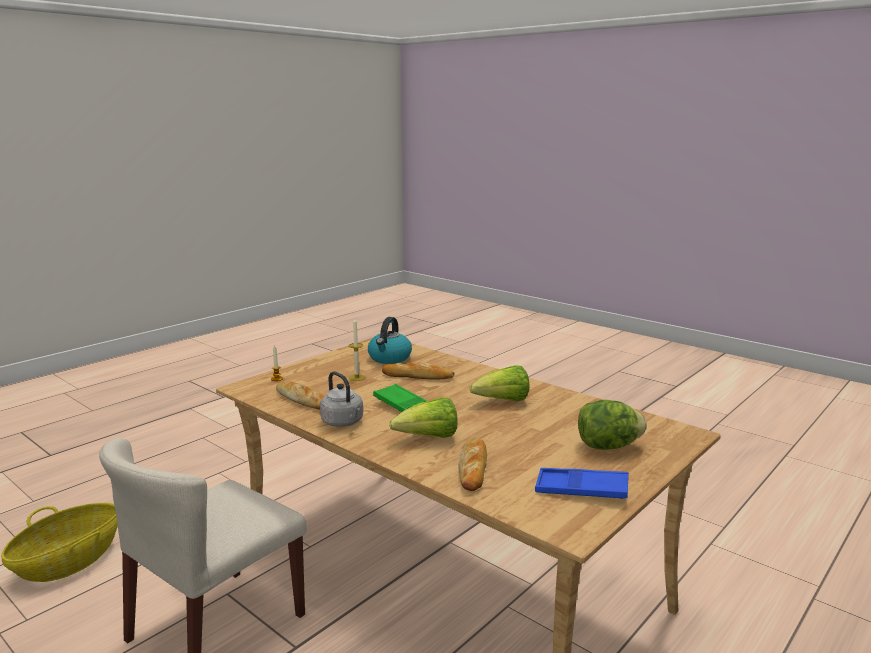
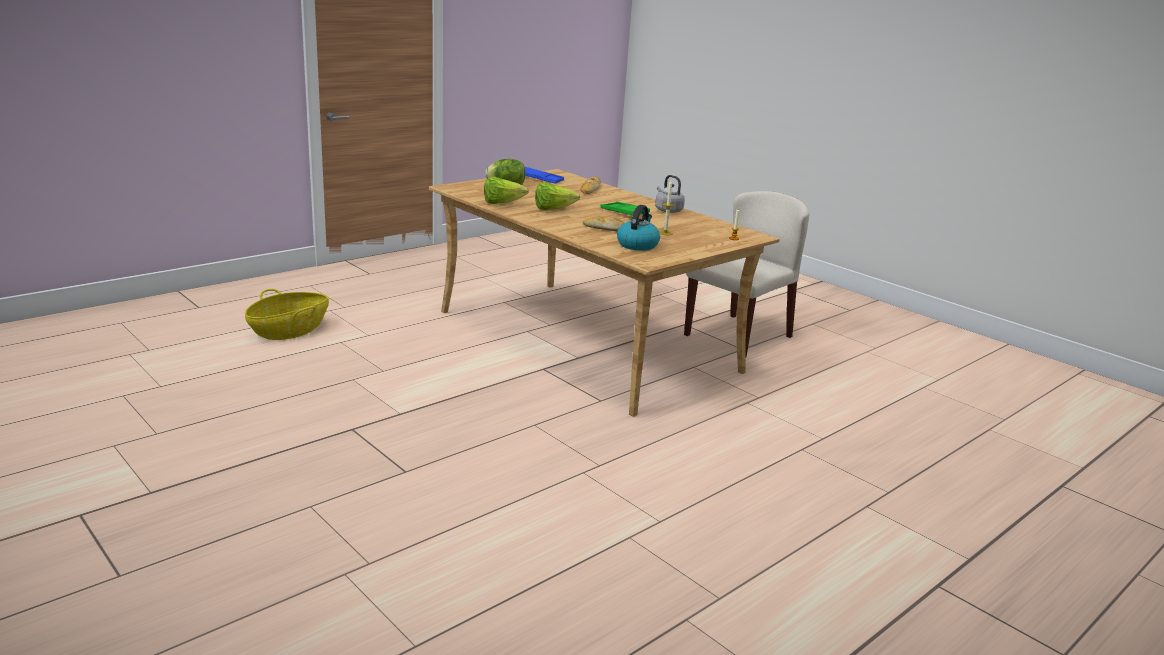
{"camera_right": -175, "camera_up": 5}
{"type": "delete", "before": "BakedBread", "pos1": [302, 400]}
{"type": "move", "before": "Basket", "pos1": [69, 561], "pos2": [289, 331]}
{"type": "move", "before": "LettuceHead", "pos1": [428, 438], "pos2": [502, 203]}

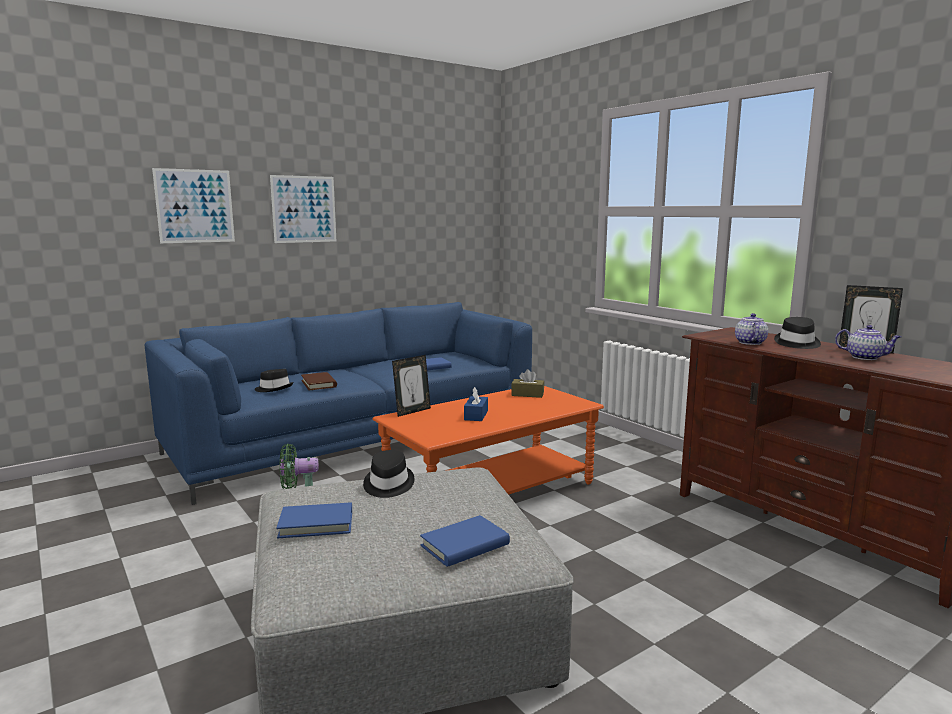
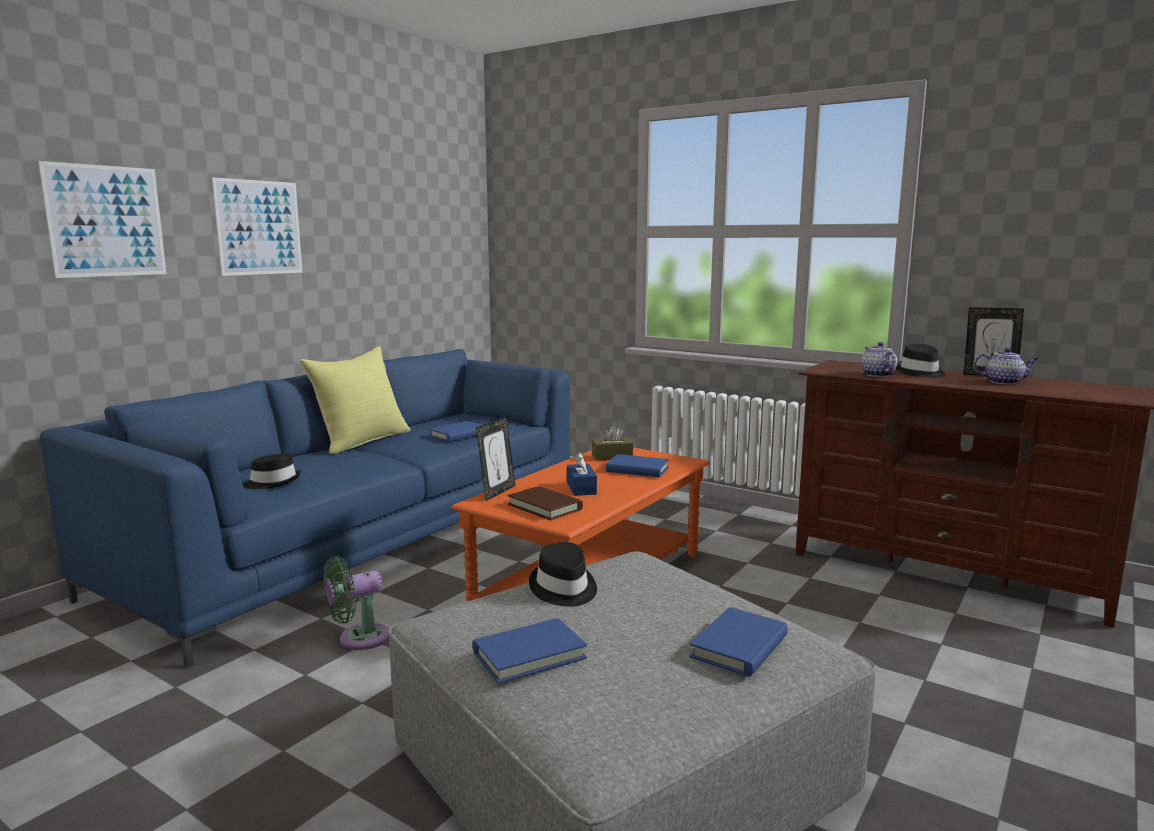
{"camera_right": -20, "camera_up": 0}
{"type": "insert", "after": "YellowColouredPillow", "pos2": [361, 441]}
{"type": "insert", "after": "BlueBook", "pos2": [637, 470]}
{"type": "move", "before": "BrownBook", "pos1": [319, 384], "pos2": [545, 507]}

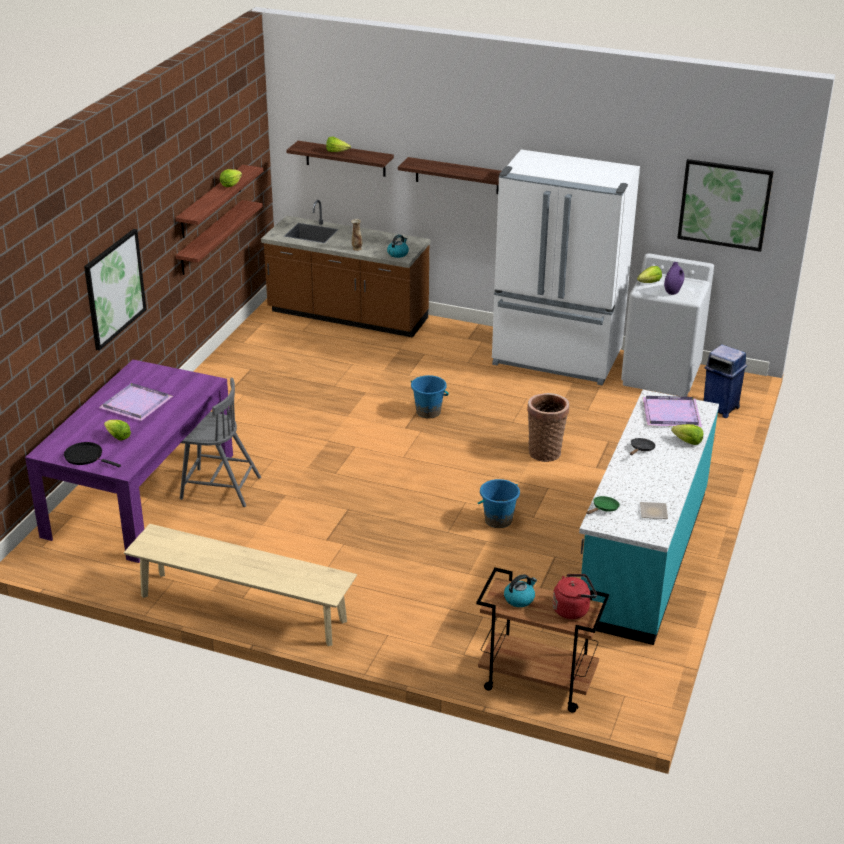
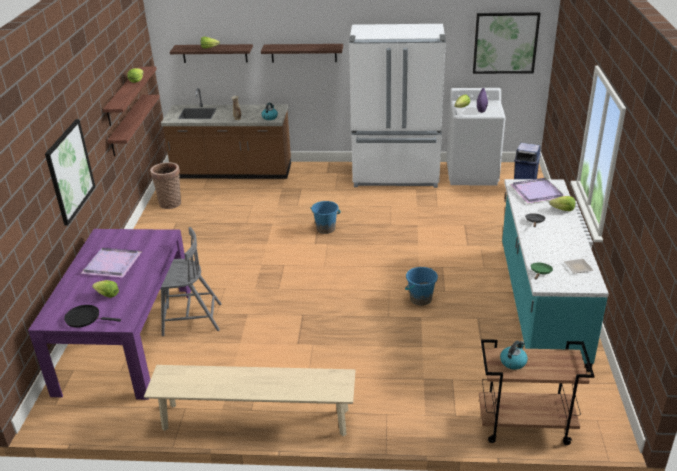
{"camera_right": -15, "camera_up": 0}
{"type": "delete", "before": "ReddishWaterKettle", "pos1": [573, 609]}
{"type": "move", "before": "Basket", "pos1": [545, 451], "pos2": [170, 202]}

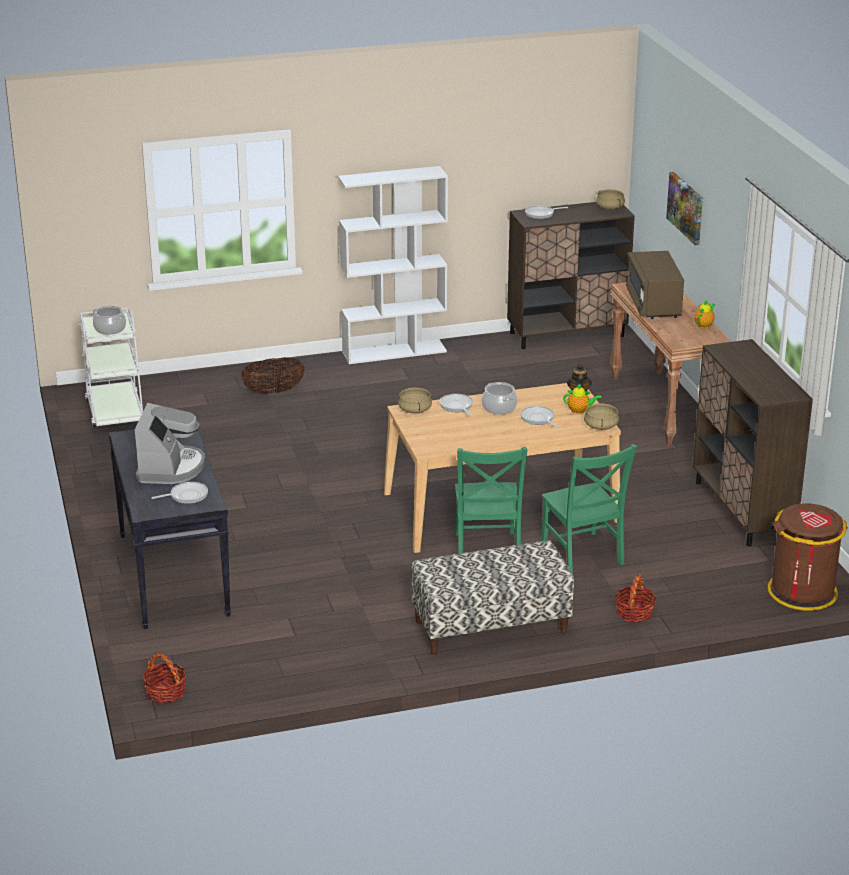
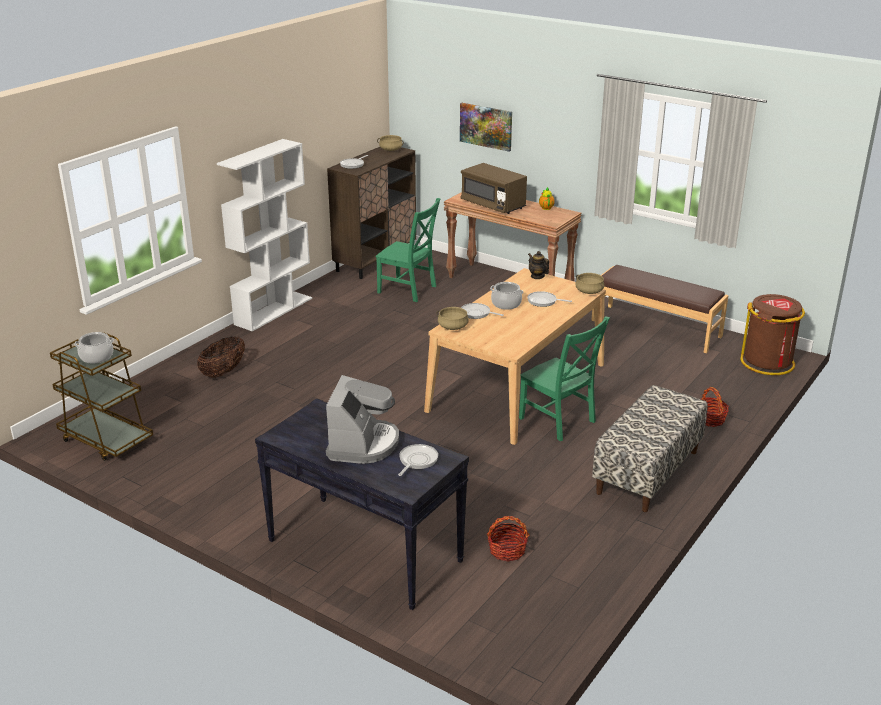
{"camera_right": -40, "camera_up": 0}
{"type": "delete", "before": "PotForTea", "pos1": [580, 411]}
{"type": "move", "before": "Basket", "pos1": [165, 692], "pos2": [507, 550]}
{"type": "move", "before": "GreenPlainChair", "pos1": [583, 556], "pos2": [409, 290]}
{"type": "replace", "before": "BrownCabinet", "after": "BrownBench", "pos1": [742, 510], "pos2": [656, 328]}
{"type": "recolor", "before": "WhiteColouredCart", "after": "BrownCart", "pos1": [115, 412], "pos2": [106, 440]}
{"type": "rotate", "before": "CoffeeBrewer", "pos1": [170, 468], "pos2": [363, 444], "turn": 45}

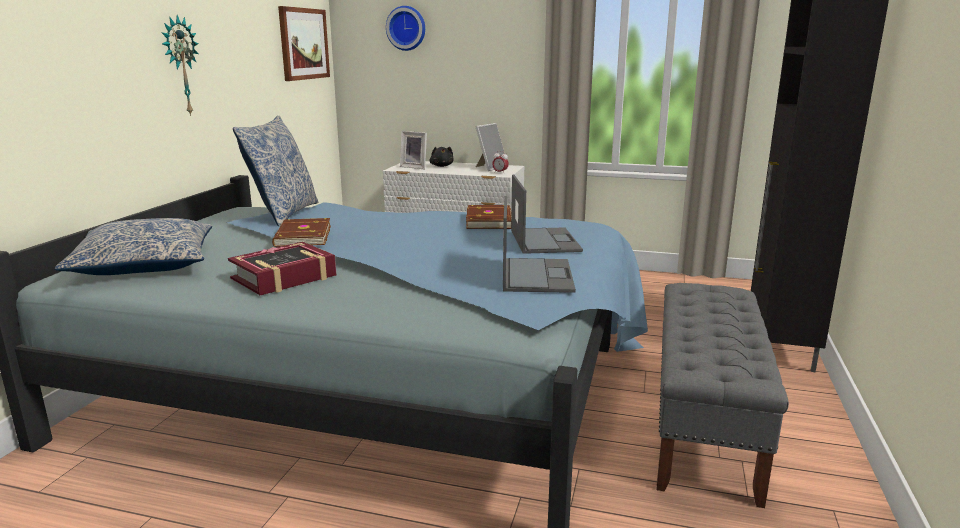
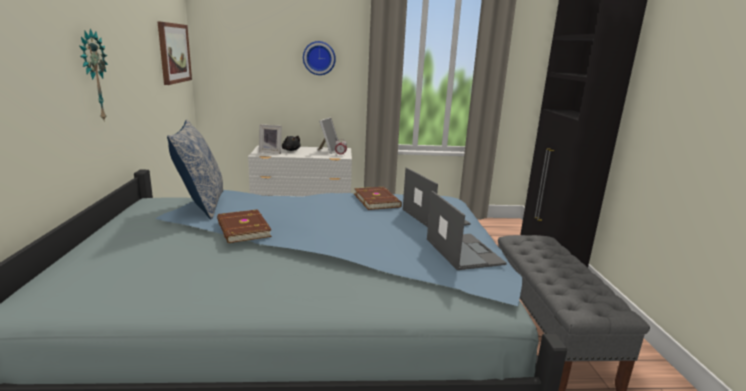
{"camera_right": -20, "camera_up": 0}
{"type": "delete", "before": "Pillow", "pos1": [145, 263]}
{"type": "delete", "before": "Book", "pos1": [284, 277]}
{"type": "move", "before": "HangingClock", "pos1": [406, 28], "pos2": [319, 58]}

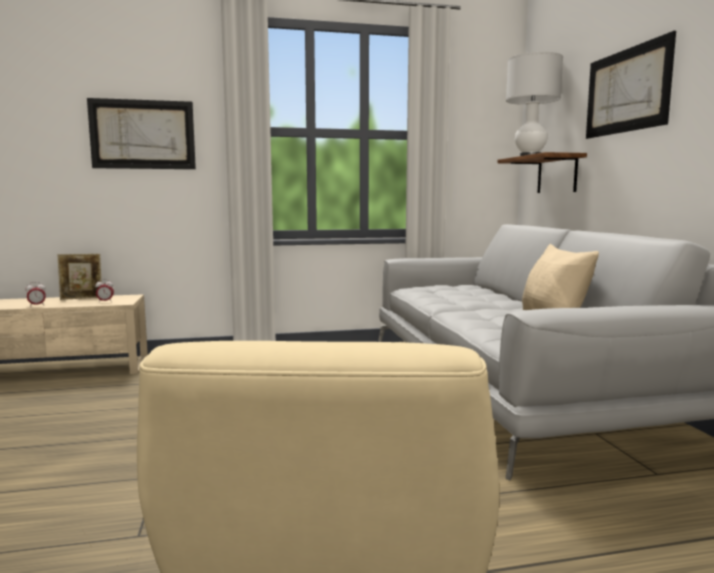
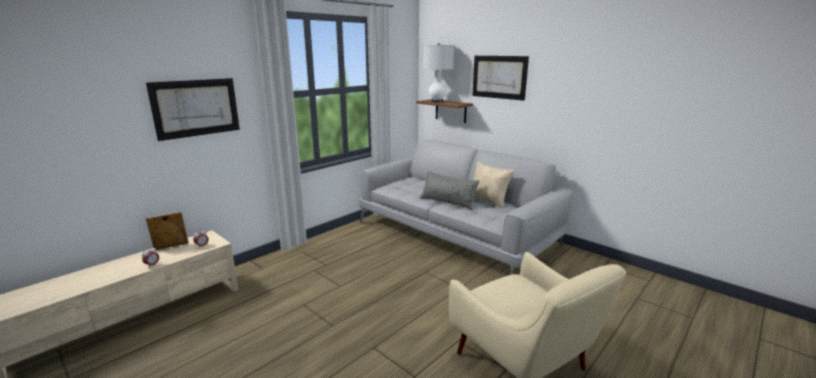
{"camera_right": -35, "camera_up": 10}
{"type": "insert", "after": "GreyPillow", "pos2": [448, 201]}
{"type": "rotate", "before": "PhotoFrame", "pos1": [82, 298], "pos2": [171, 247], "turn": -150}

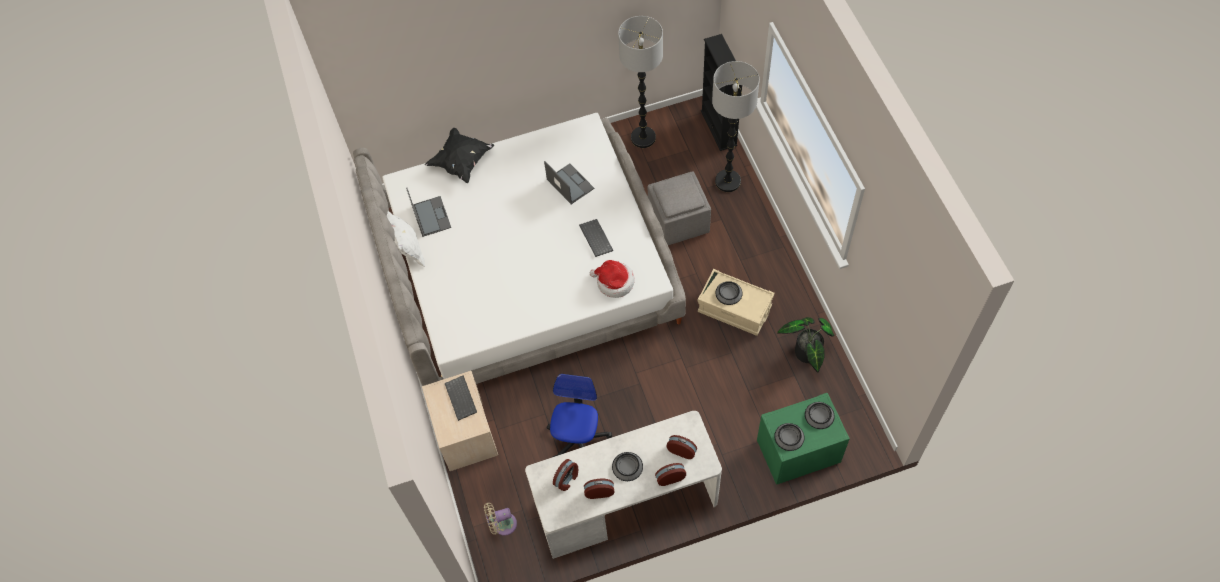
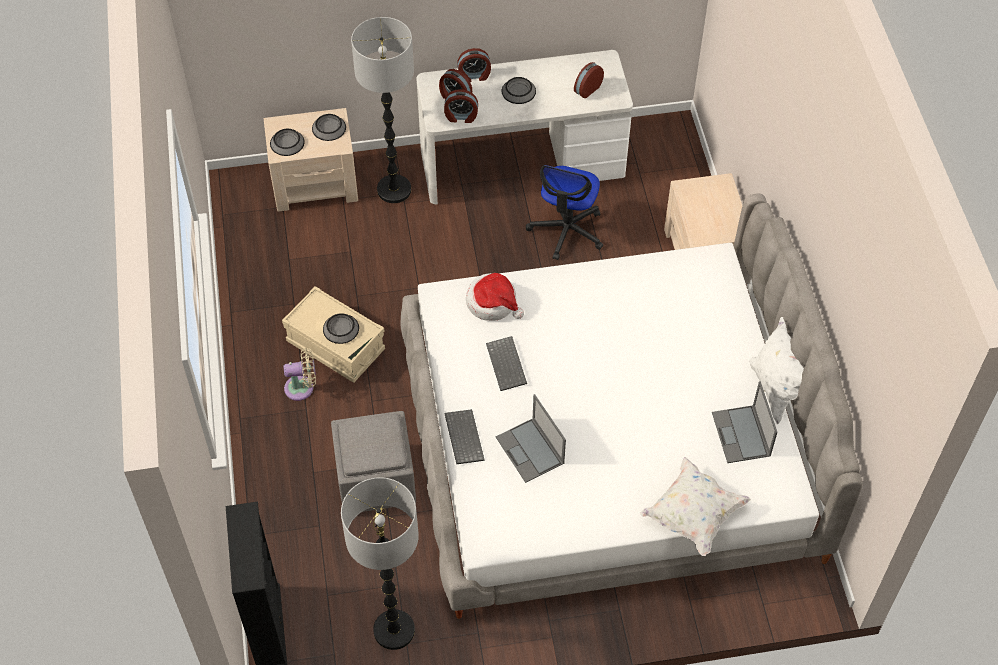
{"camera_right": -175, "camera_up": -5}
{"type": "delete", "before": "PottedPlant", "pos1": [806, 354]}
{"type": "move", "before": "PcKeyboard", "pos1": [462, 398], "pos2": [463, 437]}
{"type": "move", "before": "BeigeFan", "pos1": [502, 524], "pos2": [302, 388]}
{"type": "move", "before": "AlarmClock", "pos1": [599, 491], "pos2": [461, 117]}
{"type": "move", "before": "StandingLamp", "pos1": [728, 181], "pos2": [394, 190]}
{"type": "recolor", "before": "BlackColouredPillow", "after": "WhiteColouredPillow", "pos1": [461, 161], "pos2": [693, 515]}
{"type": "recolor", "before": "GreenNightTable", "after": "BeigeNightTable", "pos1": [797, 451], "pos2": [315, 183]}

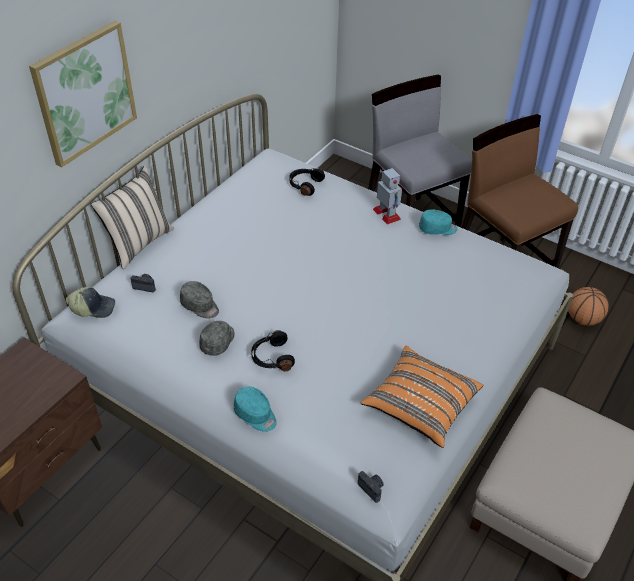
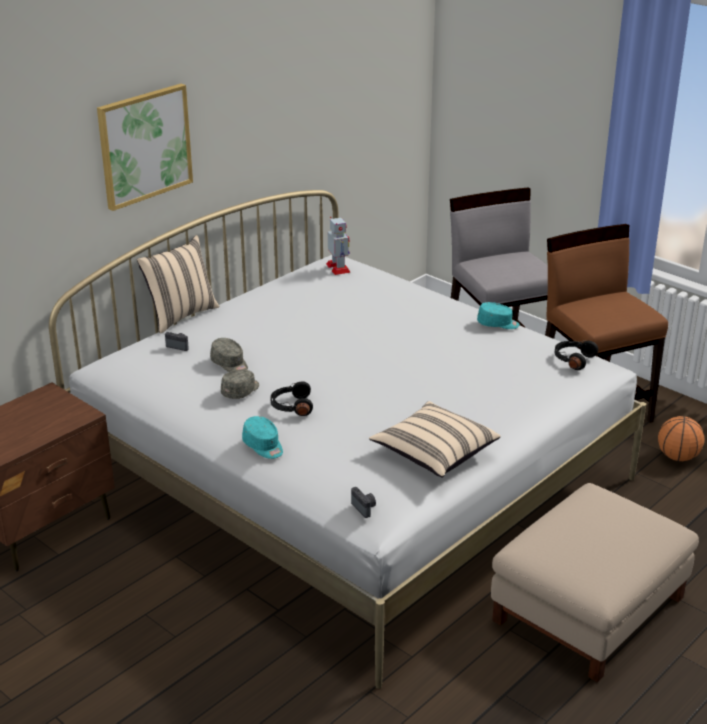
{"camera_right": 10, "camera_up": -15}
{"type": "delete", "before": "BaseballCap", "pos1": [93, 307]}
{"type": "move", "before": "BlackColouredHeadset", "pos1": [305, 185], "pos2": [573, 359]}
{"type": "move", "before": "ToyRobot", "pos1": [387, 214], "pos2": [338, 268]}
{"type": "recolor", "before": "OrangePillow", "after": "BeigePillow", "pos1": [420, 405], "pos2": [434, 453]}

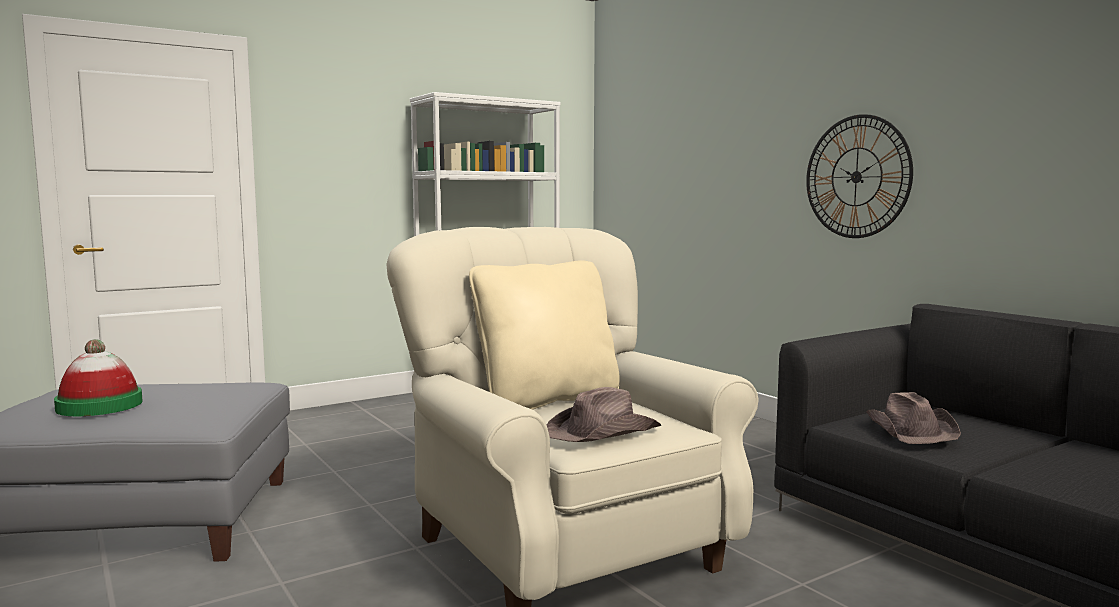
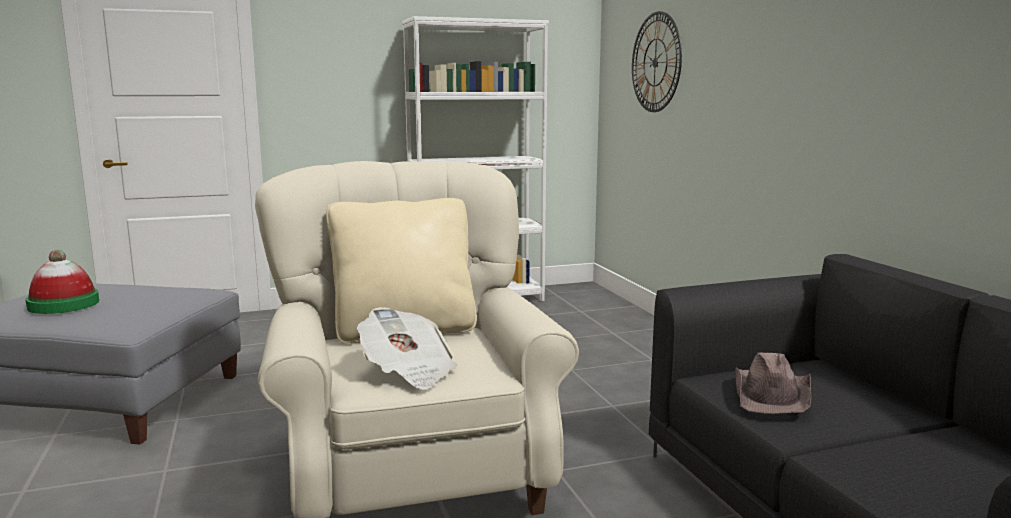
{"camera_right": 15, "camera_up": 5}
{"type": "move", "before": "HangingClock", "pos1": [856, 177], "pos2": [655, 62]}
{"type": "replace", "before": "BrownHat", "after": "Newspaper", "pos1": [603, 432], "pos2": [408, 372]}

